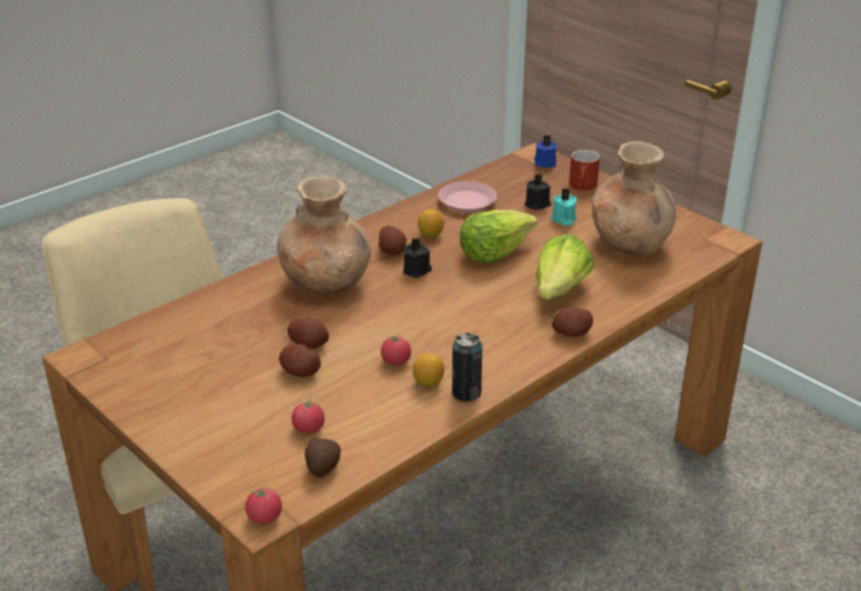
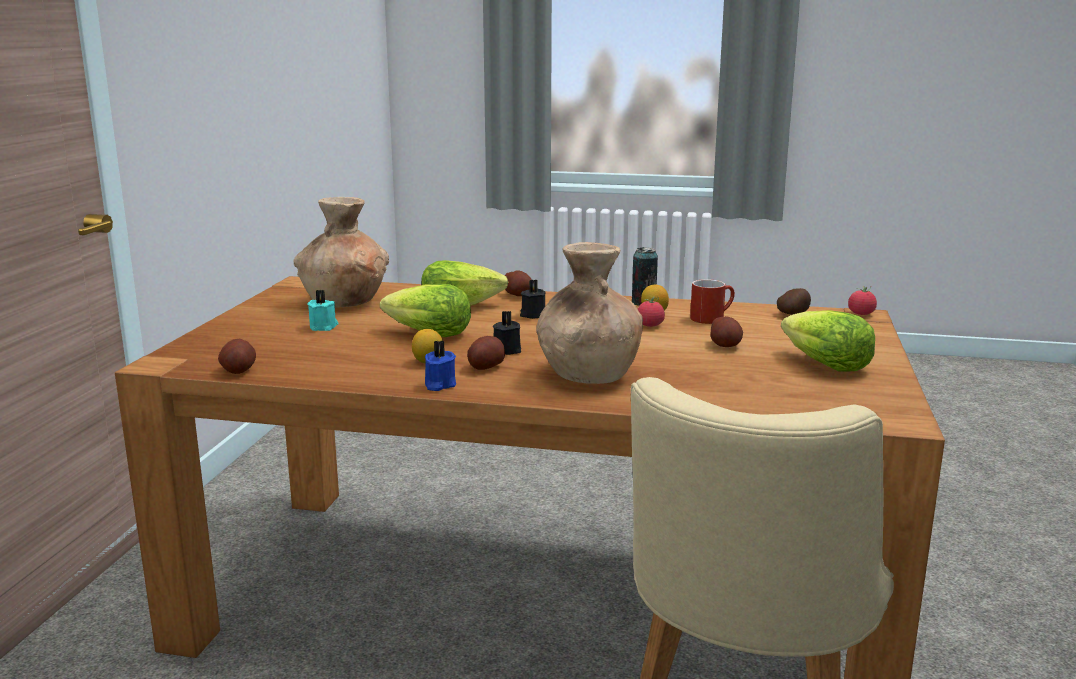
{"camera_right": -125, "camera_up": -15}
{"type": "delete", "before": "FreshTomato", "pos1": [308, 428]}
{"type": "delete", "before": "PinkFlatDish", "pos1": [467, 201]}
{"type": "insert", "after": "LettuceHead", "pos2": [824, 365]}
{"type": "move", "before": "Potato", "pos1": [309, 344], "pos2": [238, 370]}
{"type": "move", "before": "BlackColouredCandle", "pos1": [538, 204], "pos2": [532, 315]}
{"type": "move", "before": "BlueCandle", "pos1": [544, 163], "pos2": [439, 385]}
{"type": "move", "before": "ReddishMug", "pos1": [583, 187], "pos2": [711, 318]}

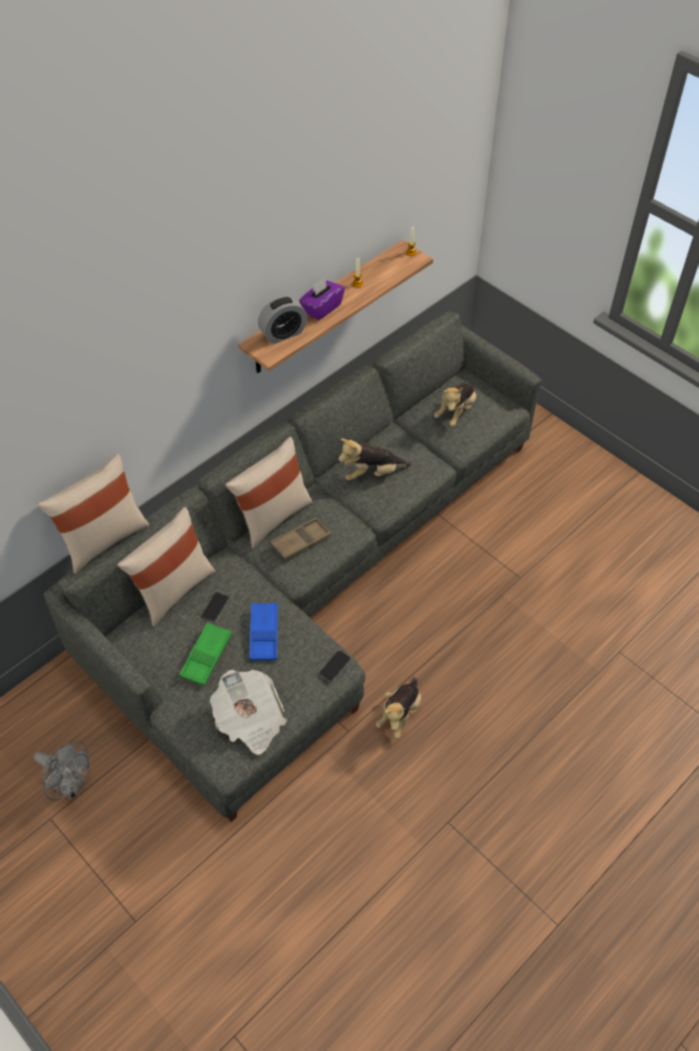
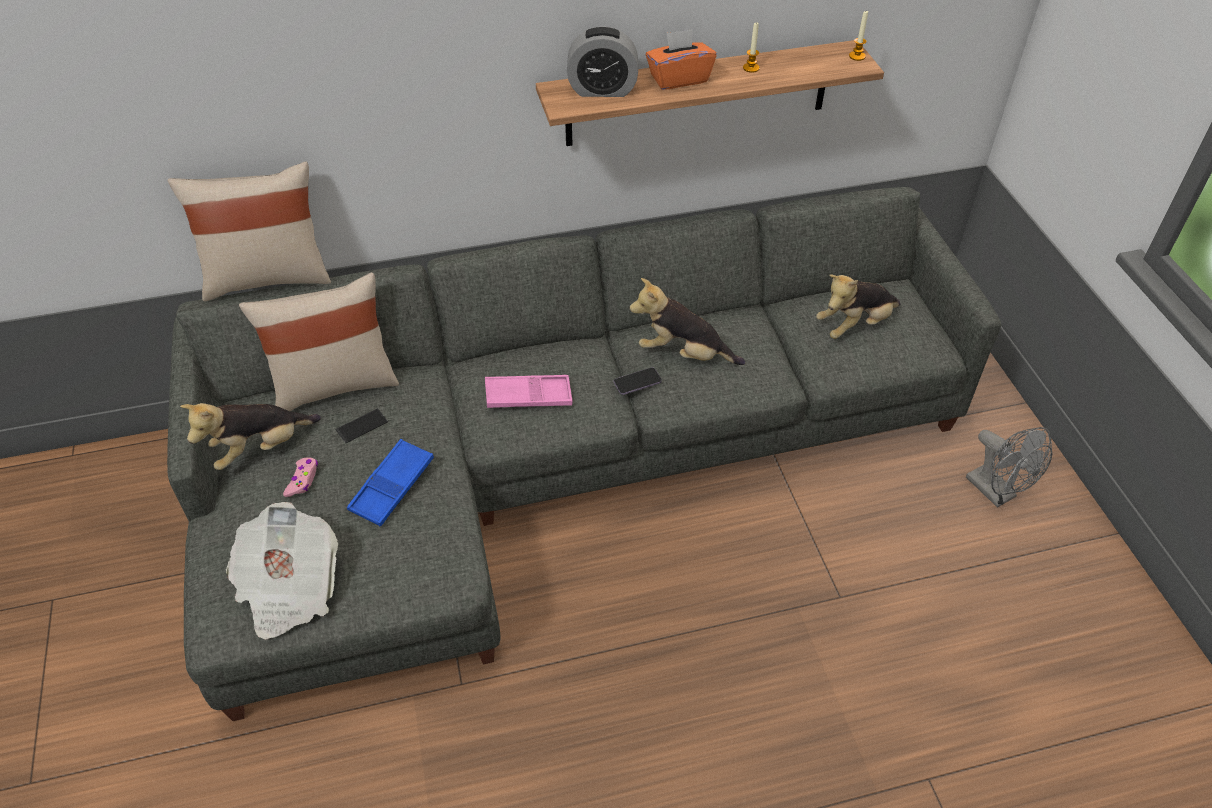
{"camera_right": 30, "camera_up": -5}
{"type": "delete", "before": "BeigePillow", "pos1": [272, 516]}
{"type": "move", "before": "GreyFan", "pos1": [71, 786], "pos2": [996, 493]}
{"type": "move", "before": "Phone", "pos1": [335, 666], "pos2": [637, 382]}
{"type": "move", "before": "SoftToy", "pos1": [400, 714], "pos2": [260, 449]}
{"type": "replace", "before": "GreenTray", "after": "PinkGameController", "pos1": [206, 656], "pos2": [303, 480]}
{"type": "recolor", "before": "BrownTray", "after": "PinkTray", "pos1": [301, 541], "pos2": [528, 396]}
{"type": "recolor", "before": "PurplishTissueHolder", "after": "OrangeTissueHolder", "pos1": [322, 308], "pos2": [679, 79]}

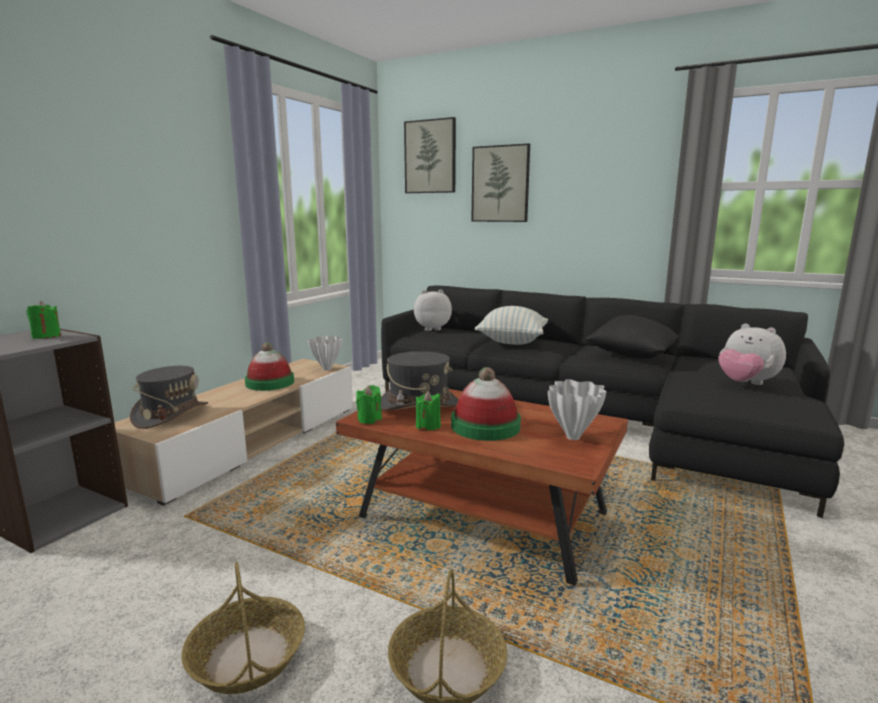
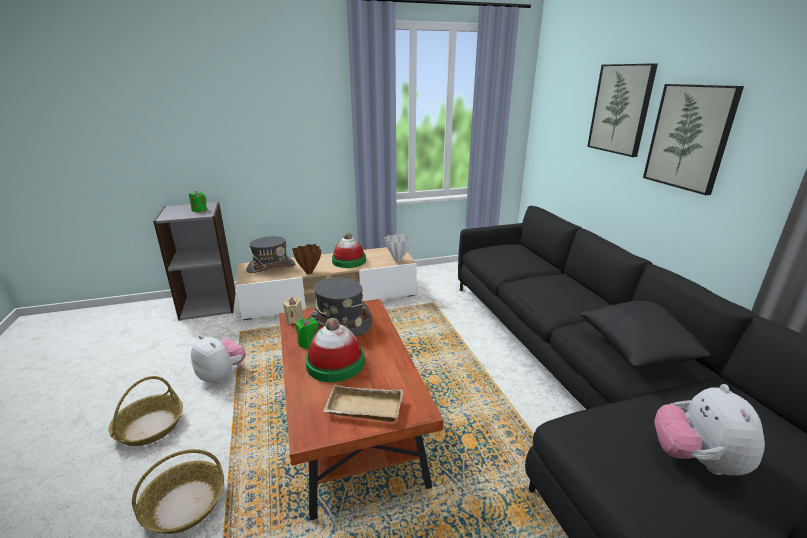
{"camera_right": 45, "camera_up": 10}
{"type": "delete", "before": "Pillow", "pos1": [512, 342]}
{"type": "insert", "after": "BrownVase", "pos2": [308, 273]}
{"type": "move", "before": "WallPicture", "pos1": [430, 157], "pos2": [689, 137]}
{"type": "move", "before": "SoftToy", "pos1": [432, 328], "pos2": [222, 375]}
{"type": "replace", "before": "WhiteColouredVase", "after": "BeigeTray", "pos1": [574, 437], "pos2": [363, 409]}
{"type": "recolor", "before": "GreenCandle", "after": "BeigeCandle", "pos1": [369, 419], "pos2": [294, 320]}

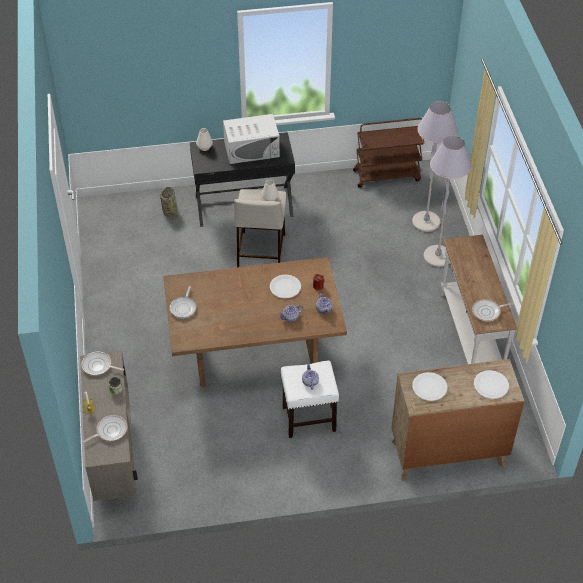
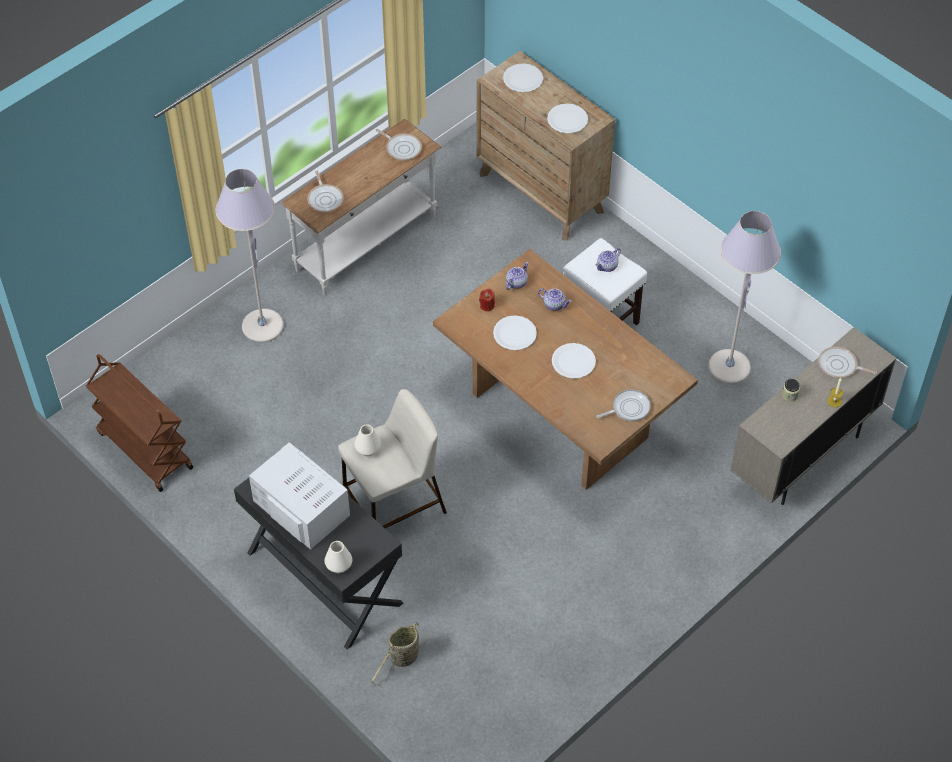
{"camera_right": -125, "camera_up": 5}
{"type": "insert", "after": "WhiteColouredFlatDish", "pos2": [573, 362]}
{"type": "move", "before": "Skillet", "pos1": [98, 366], "pos2": [325, 198]}
{"type": "move", "before": "GreyStandingLamp", "pos1": [426, 222], "pos2": [729, 367]}

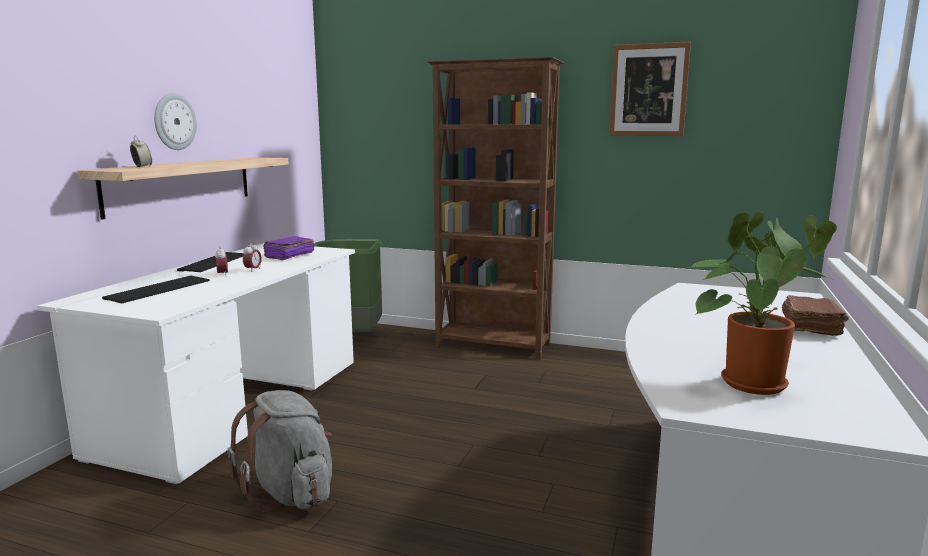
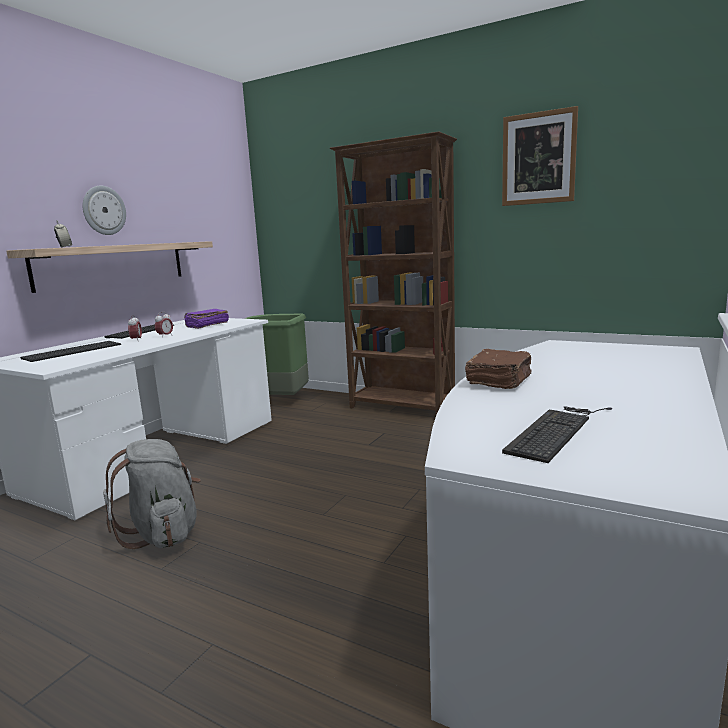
{"camera_right": 10, "camera_up": 0}
{"type": "move", "before": "BrownBook", "pos1": [811, 327], "pos2": [500, 381]}
{"type": "replace", "before": "PottedPlant", "after": "PcKeyboard", "pos1": [750, 381], "pos2": [556, 430]}

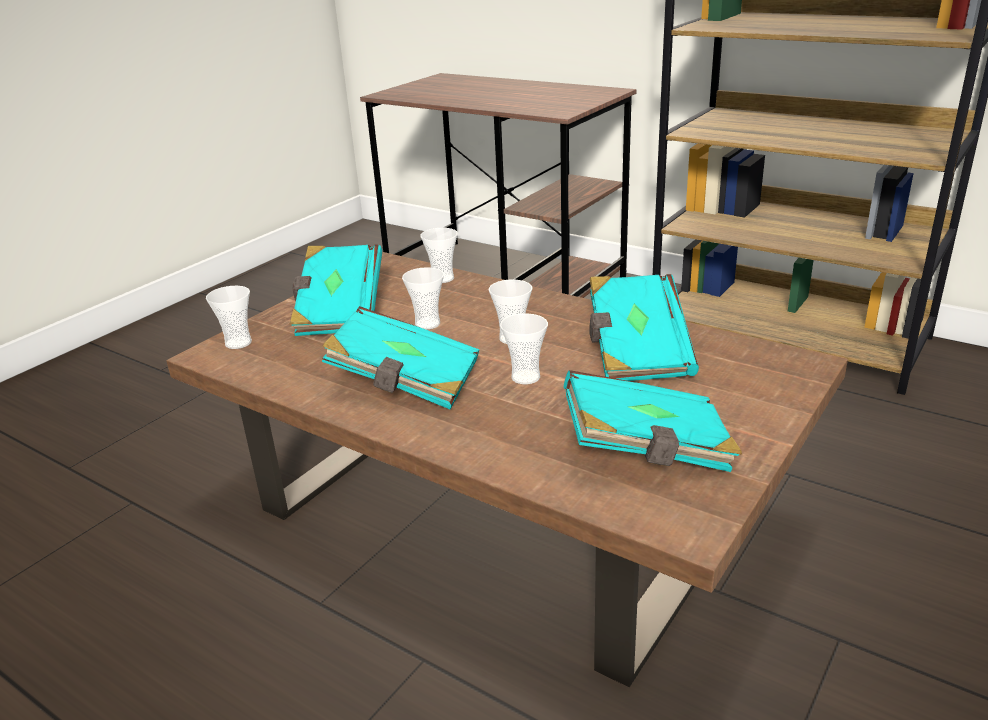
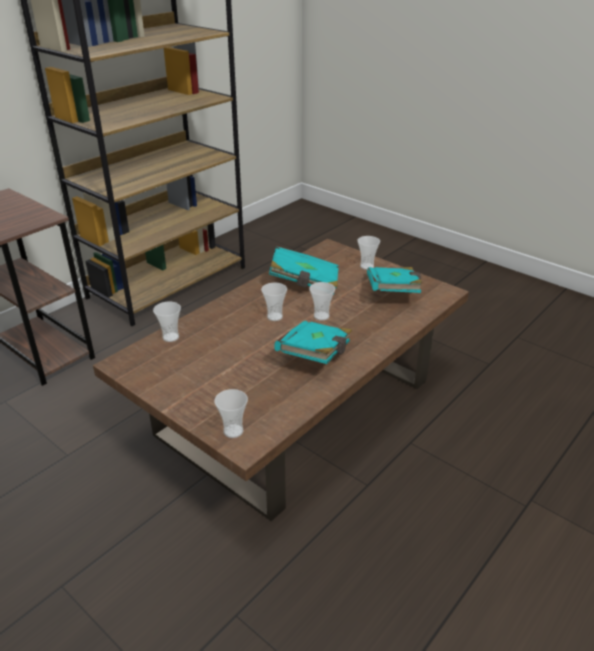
{"camera_right": -85, "camera_up": 5}
{"type": "delete", "before": "BlueGreenBook", "pos1": [339, 311]}
{"type": "move", "before": "SmallCup", "pos1": [427, 324], "pos2": [367, 266]}

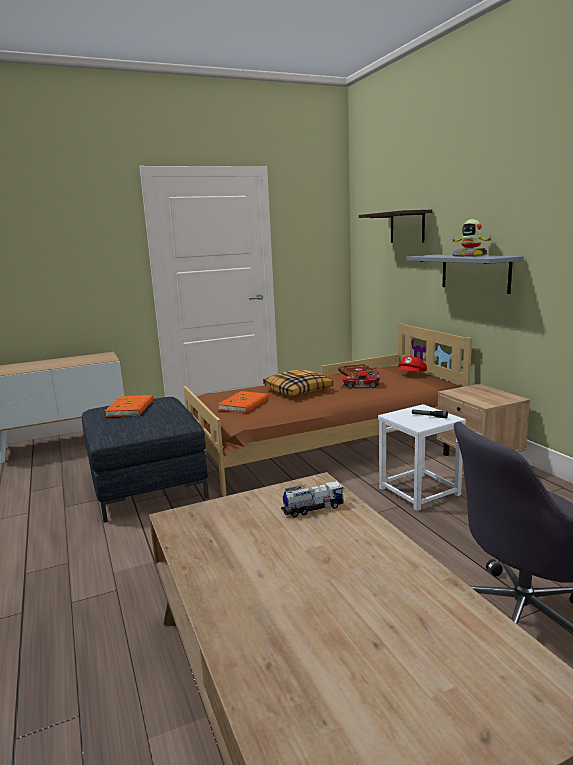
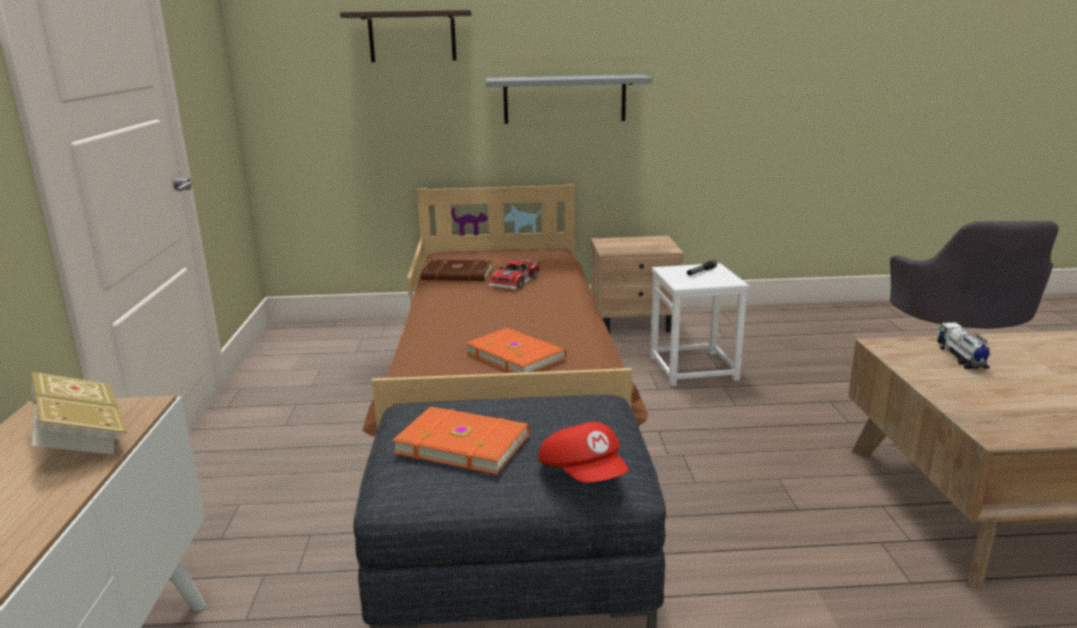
{"camera_right": -70, "camera_up": 5}
{"type": "delete", "before": "Pillow", "pos1": [298, 390]}
{"type": "delete", "before": "ToyRobot", "pos1": [470, 256]}
{"type": "insert", "after": "Book", "pos2": [81, 438]}
{"type": "move", "before": "ReddishBaseballCap", "pos1": [412, 374], "pos2": [584, 474]}

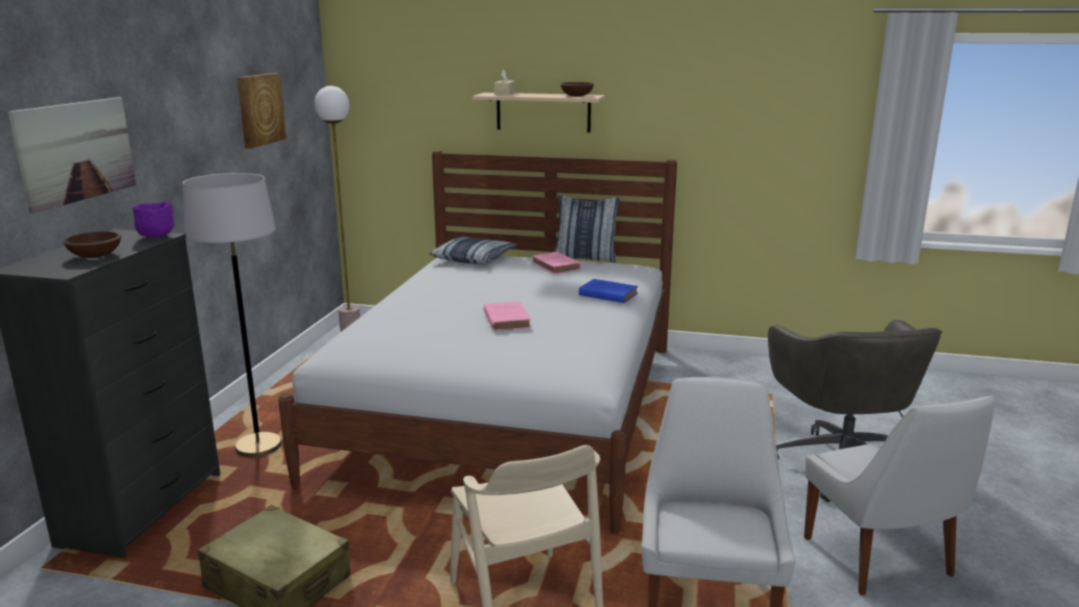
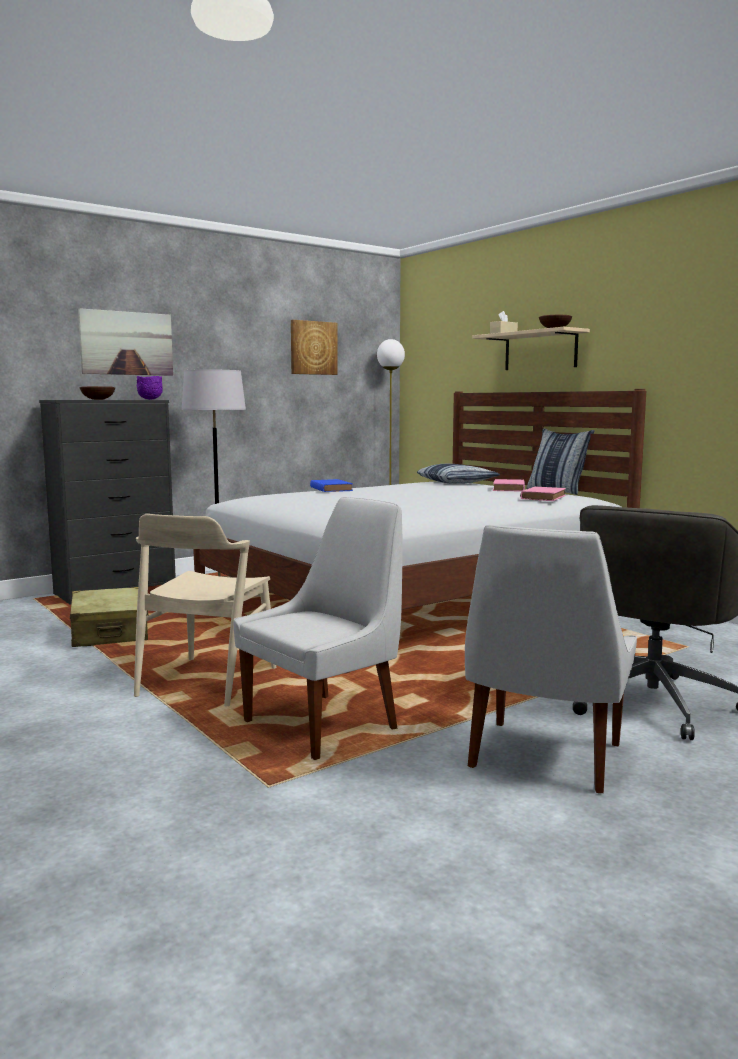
{"camera_right": 40, "camera_up": -10}
{"type": "move", "before": "PinkBook", "pos1": [506, 319], "pos2": [543, 497]}
{"type": "move", "before": "BlueBook", "pos1": [606, 294], "pos2": [330, 489]}

